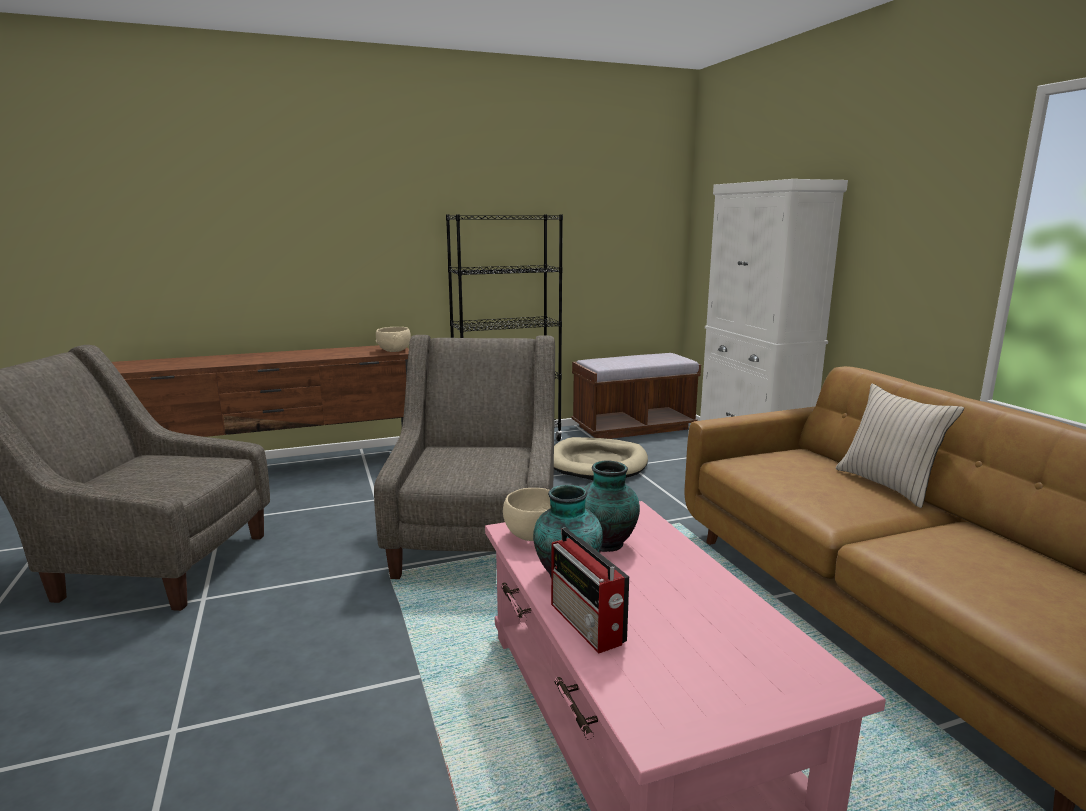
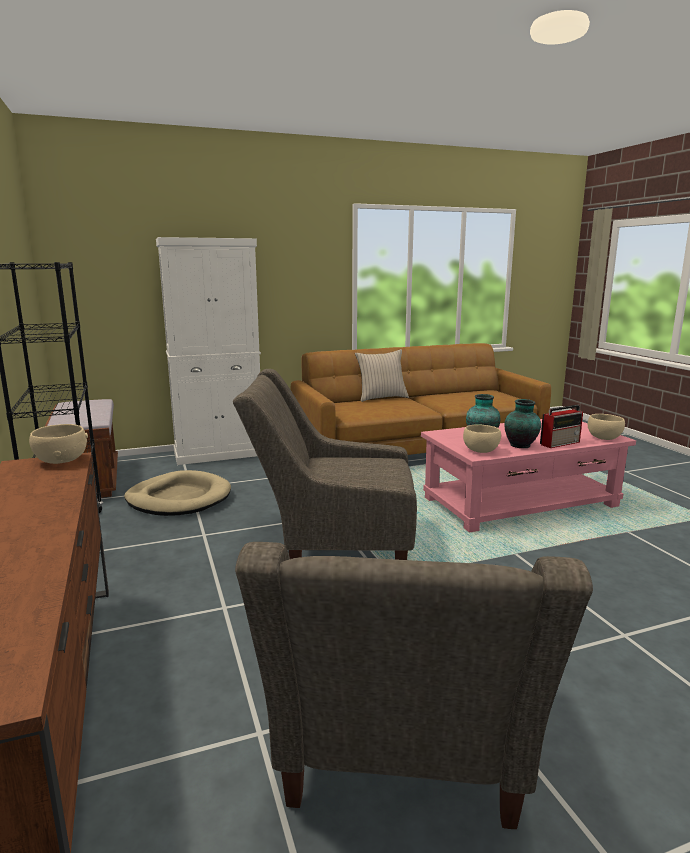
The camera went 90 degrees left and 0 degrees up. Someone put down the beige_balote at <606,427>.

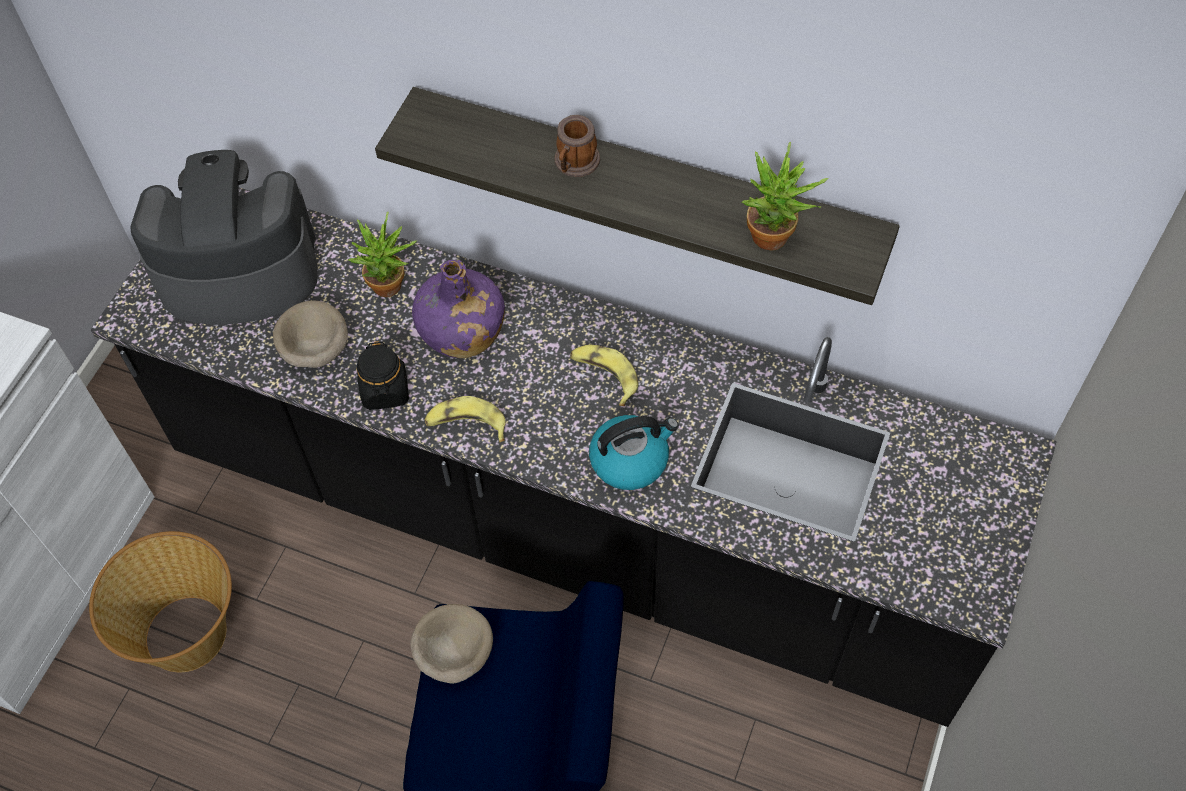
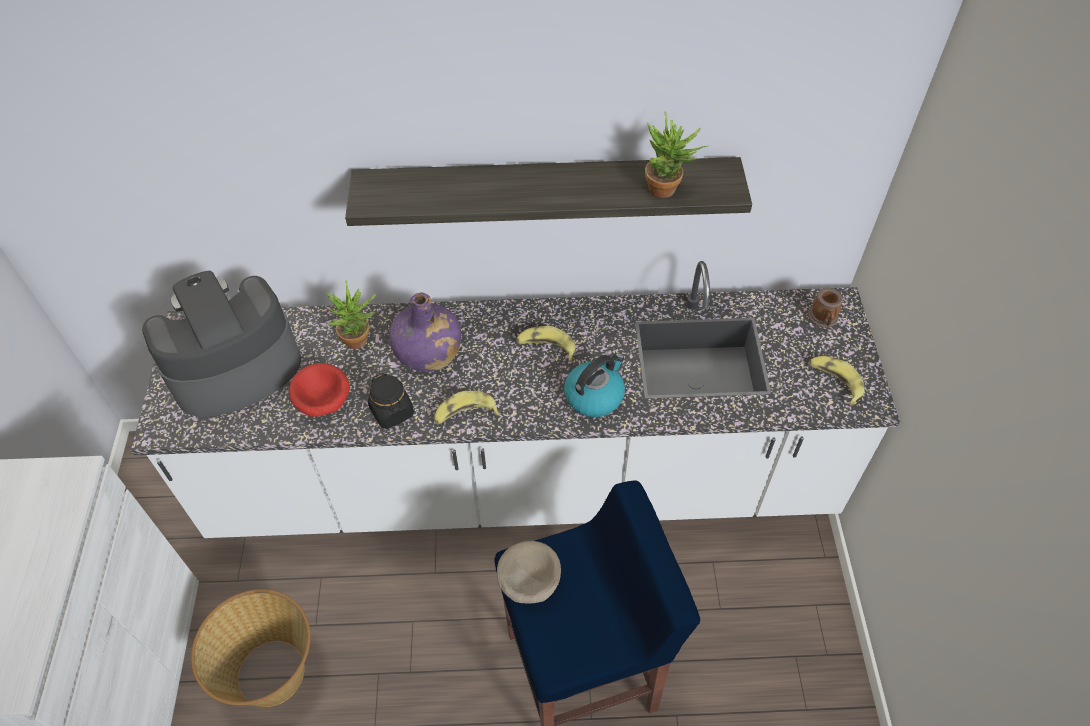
The camera went 25 degrees left and 5 degrees down. Someone repainted the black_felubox at <574,457>, which became the white_felubox at <515,399>. Someone repainted the beige_balote at <310,334>, which became the red_balote at <319,390>. Someone carried the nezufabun from <577,146> to <825,308>. Someone put down the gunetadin at <836,380>.

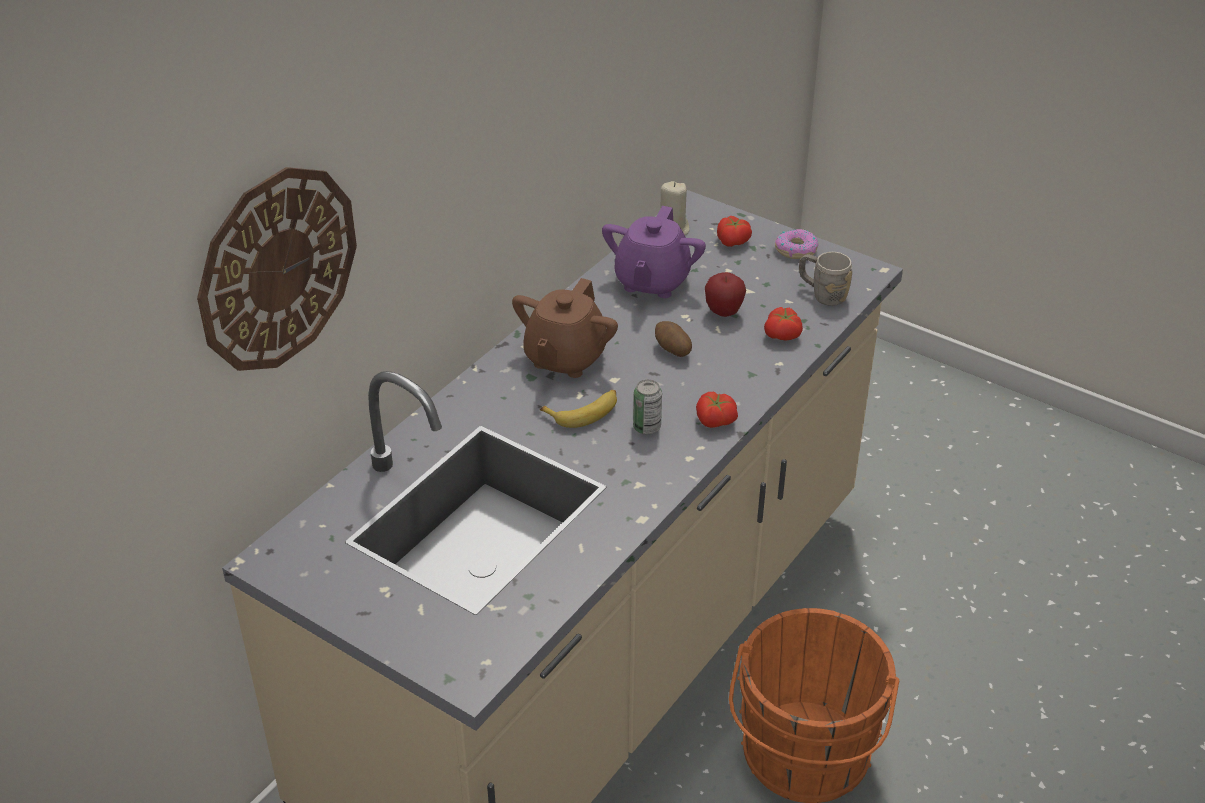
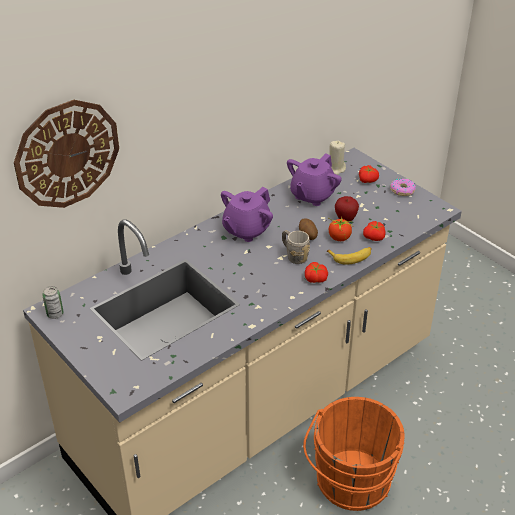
The camera went 15 degrees right and 0 degrees up. Someone repainted the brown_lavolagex at <565,328>, which became the purple_lavolagex at <247,214>. Someone carried the gunetadin from <578,409> to <349,256>. Someone carried the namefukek from <647,407> to <53,302>. Someone carried the grey_nezufabun from <826,279> to <296,247>. Someone put down the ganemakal at <340,229>.

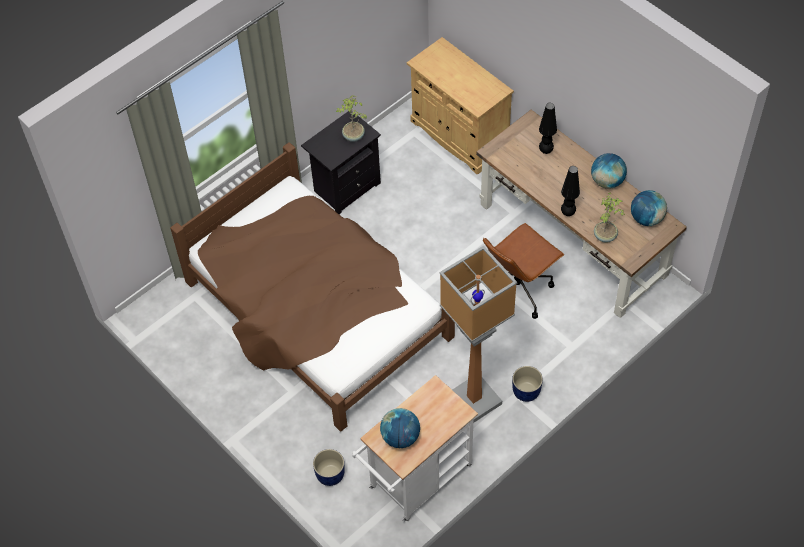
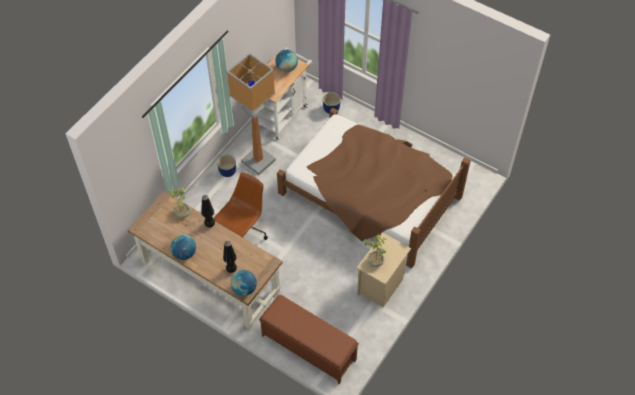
The camera went 165 degrees right and 0 degrees up. Someone repainted the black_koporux at <341,162>, which became the beige_koporux at <384,270>. Someone swapped the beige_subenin at <460,106> for the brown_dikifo at <309,339>. Someone carried the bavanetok from <649,208> to <244,283>.

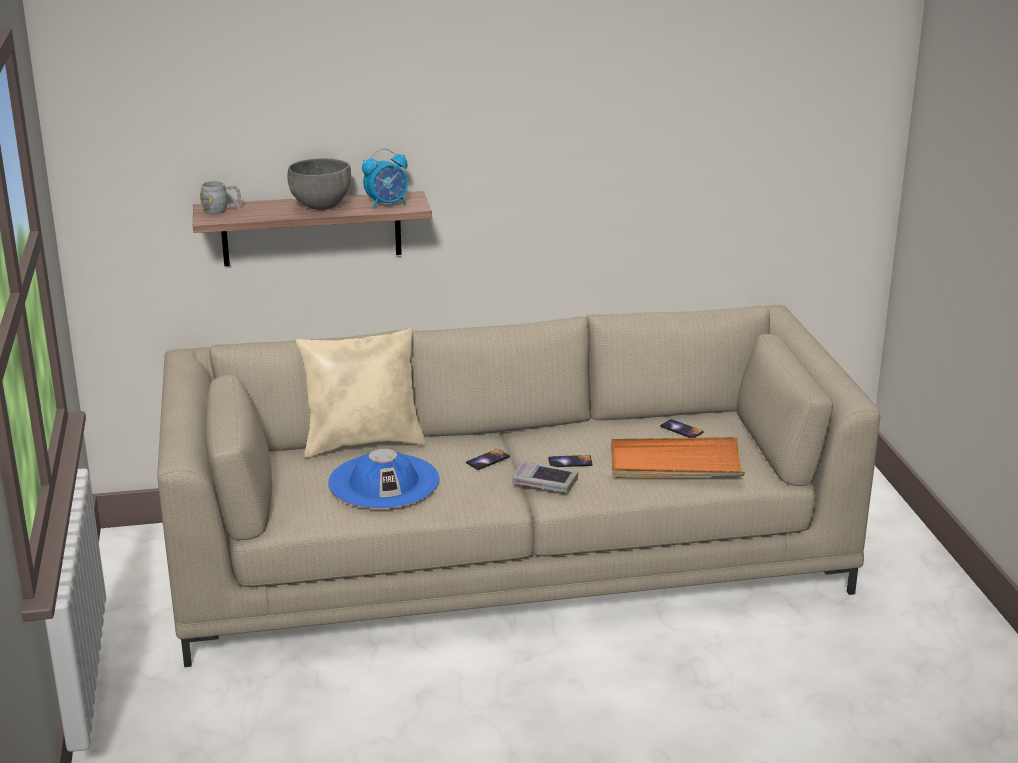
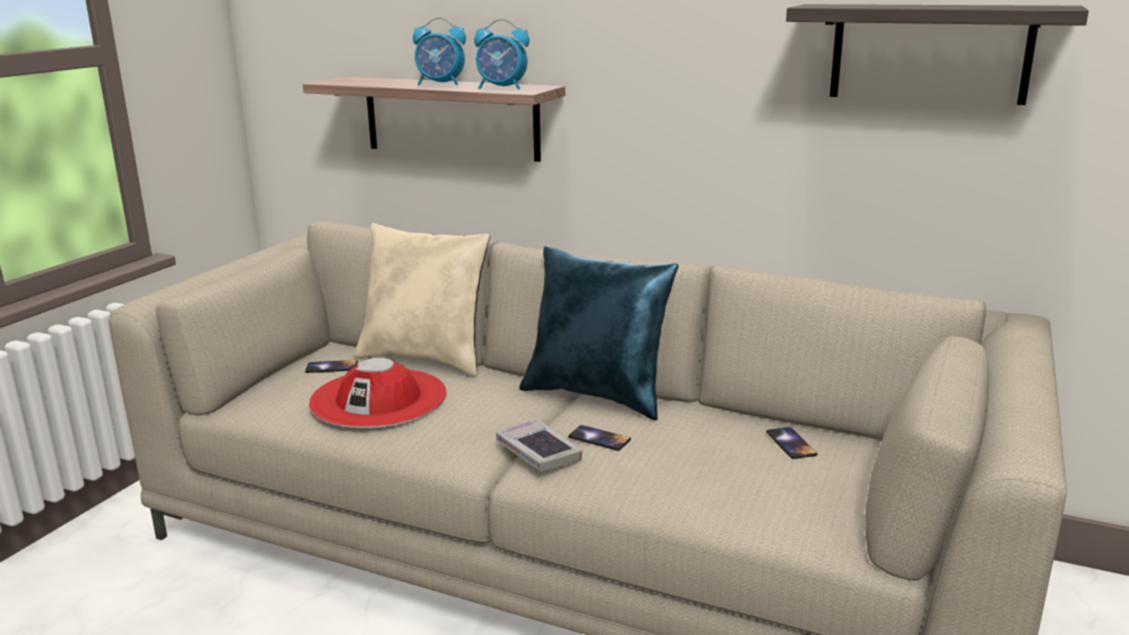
The camera went 35 degrees right and 5 degrees down. Someone took away the grey_nezufabun at <220,197>. Someone swapped the grey_balote at <319,184> for the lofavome at <439,51>. Someone repainted the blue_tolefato at <384,479>, which became the red_tolefato at <378,393>. Someone carried the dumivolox from <488,459> to <331,366>. Someone took away the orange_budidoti at <678,457>. Someone put down the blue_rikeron at <598,333>. Someone put up the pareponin at <937,54>.

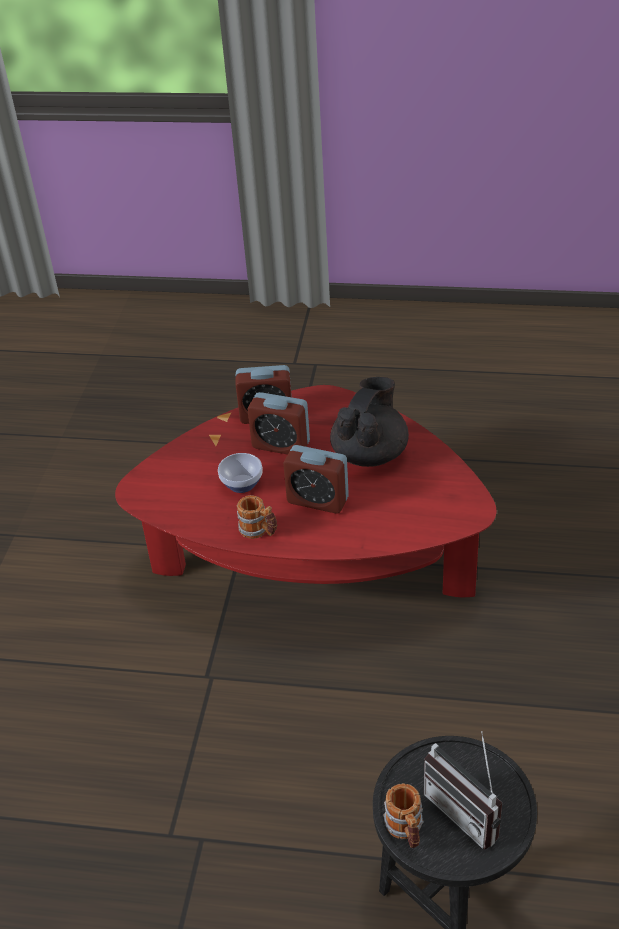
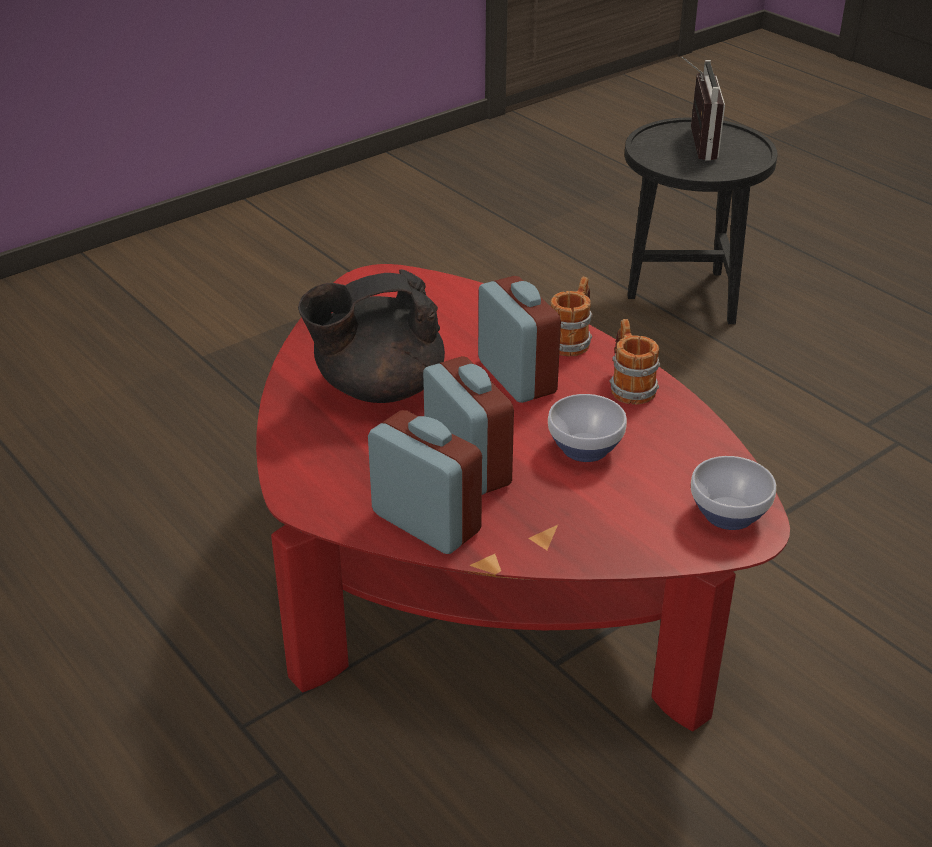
The camera went 140 degrees left and 5 degrees down. Someone carried the nezufabun from <403,815> to <571,316>. Someone put down the balote at <733,493>.

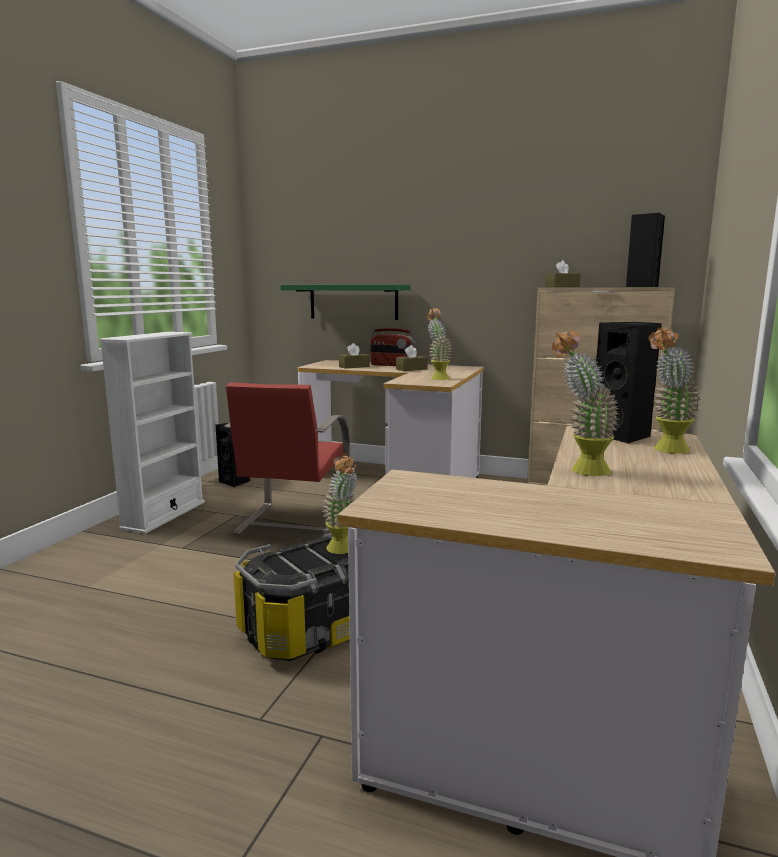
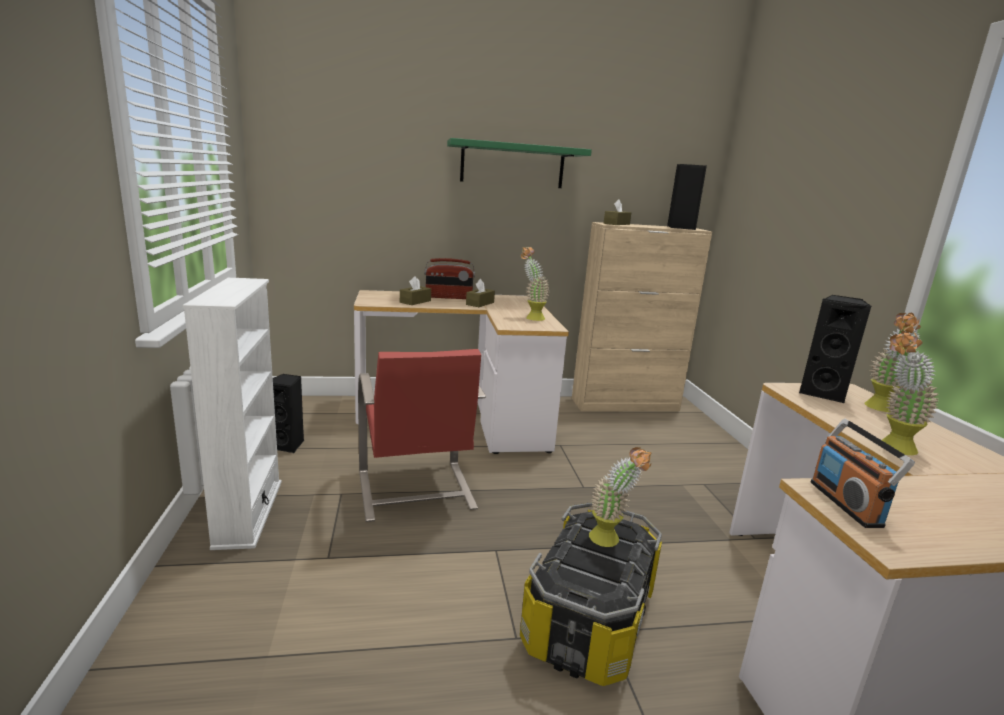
The camera went 30 degrees left and 5 degrees up. Someone carried the green_pareponin from <345,302> to <519,163>. Someone put down the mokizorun at <863,473>.

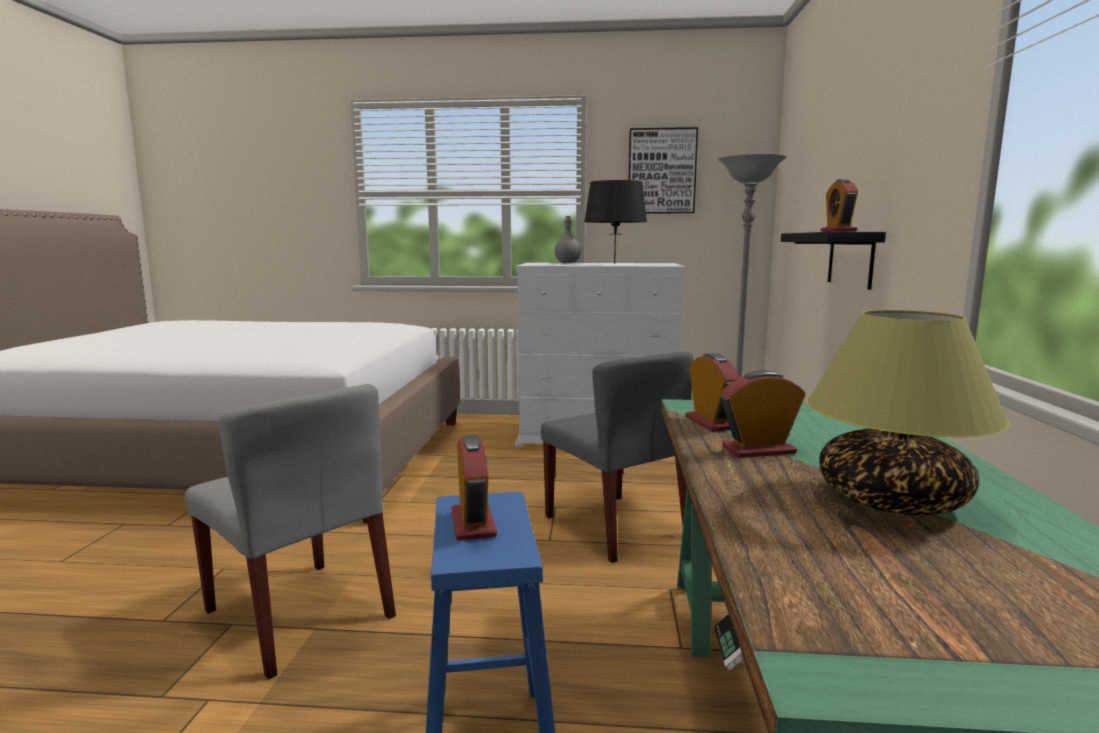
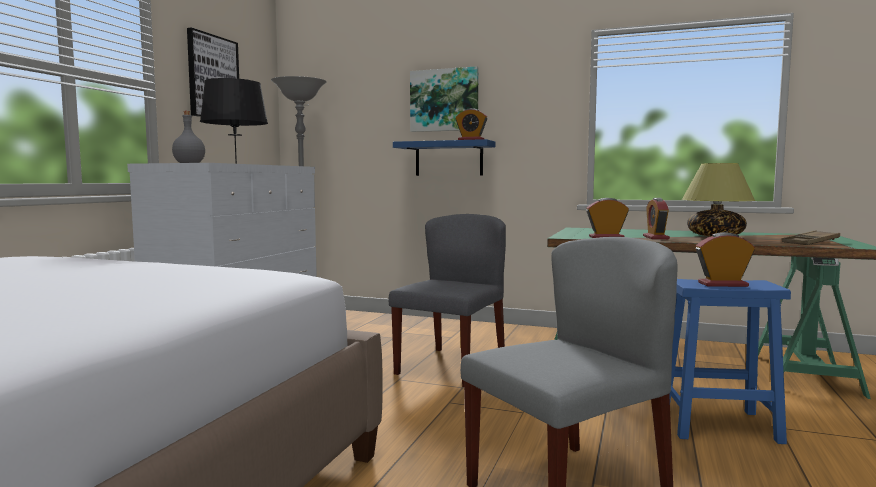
The camera went 75 degrees left and 5 degrees down. Someone rotated the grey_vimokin at <617,457> by 45 degrees counterclockwise. Someone repainted the black_pareponin at <833,261>, which became the blue_pareponin at <444,157>. Someone put up the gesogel at <444,99>. Someone put down the brown_budidoti at <811,237>.

